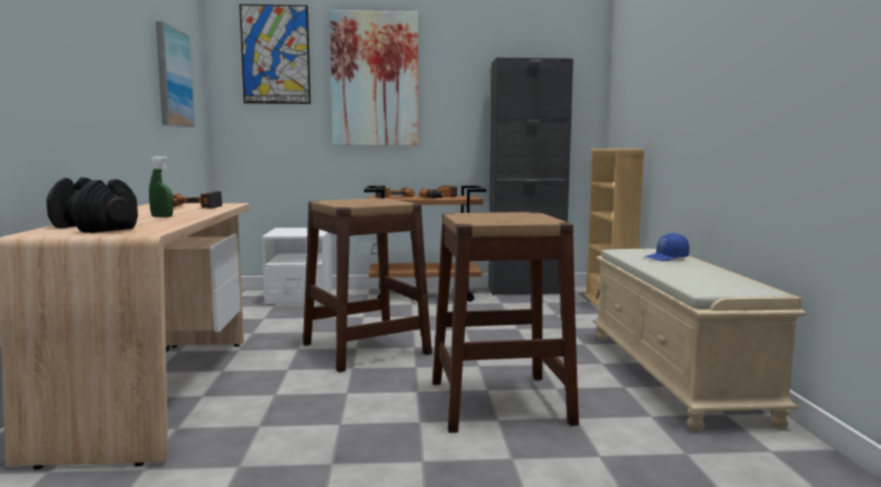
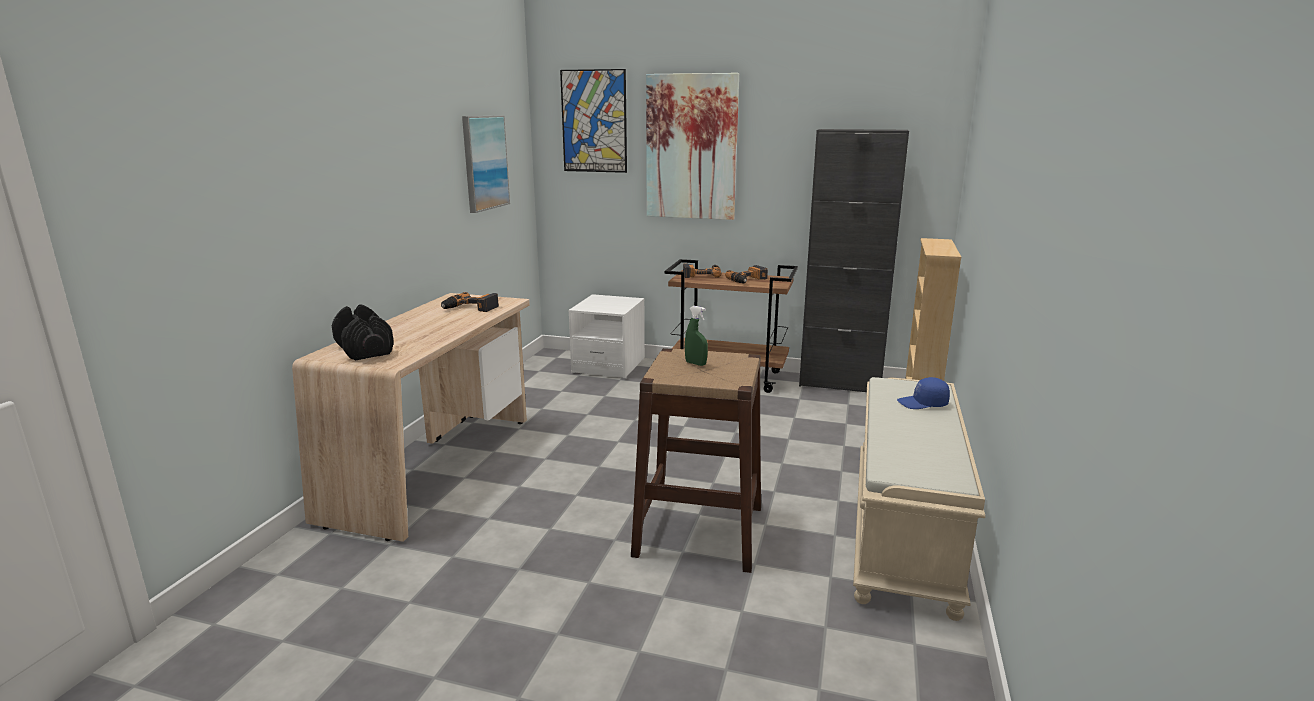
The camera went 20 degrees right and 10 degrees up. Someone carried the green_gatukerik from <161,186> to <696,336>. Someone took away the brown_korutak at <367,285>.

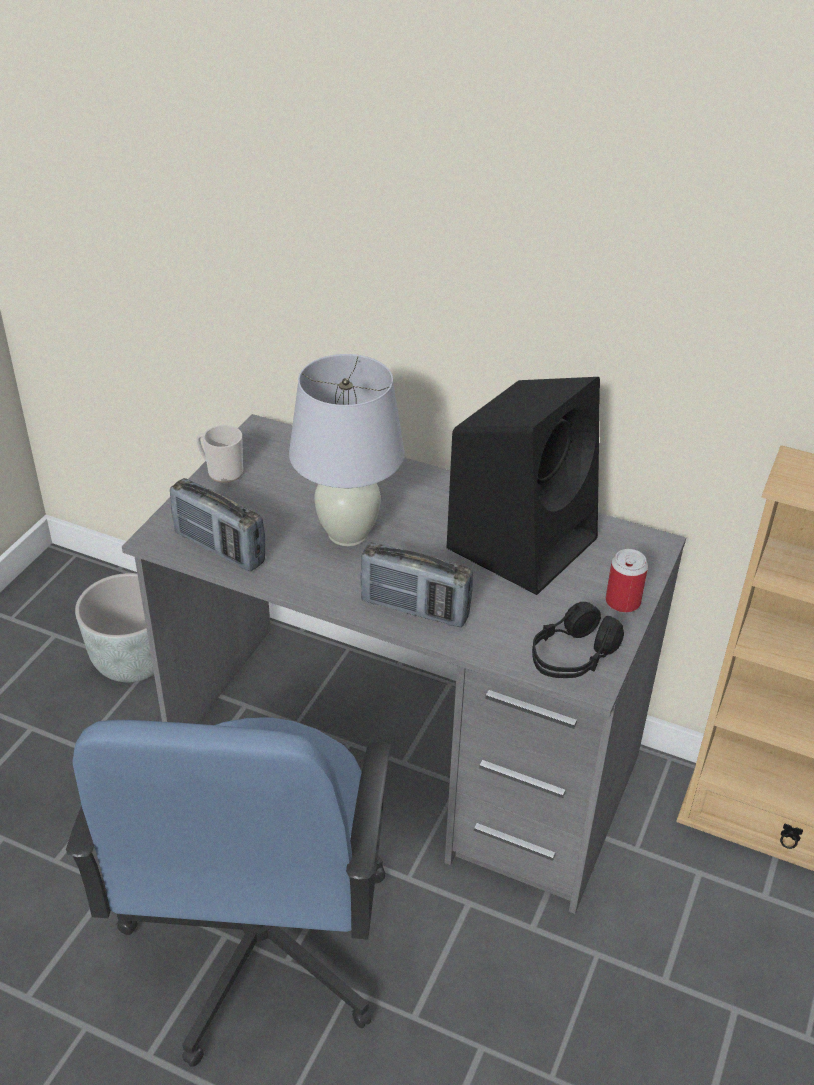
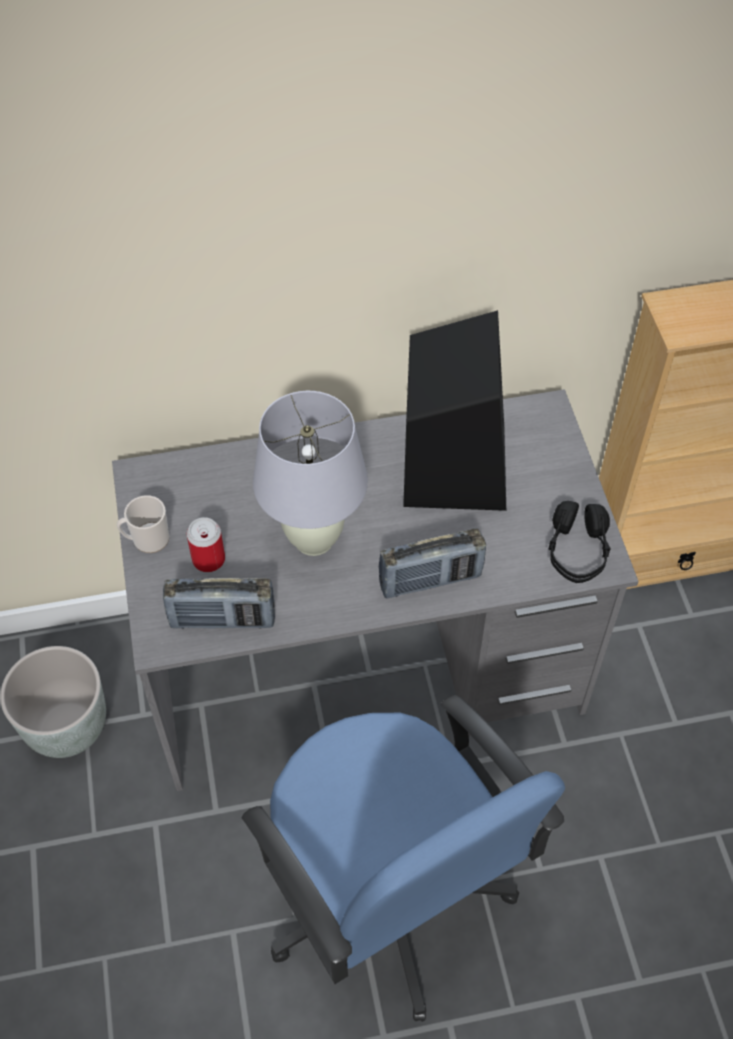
The camera went 35 degrees left and 15 degrees up. Someone carried the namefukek from <627,581> to <206,544>.

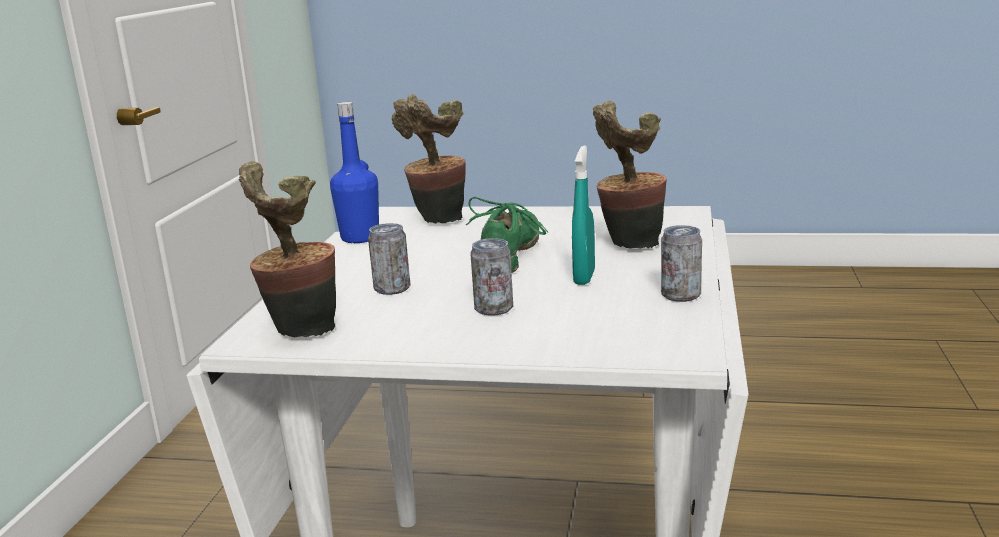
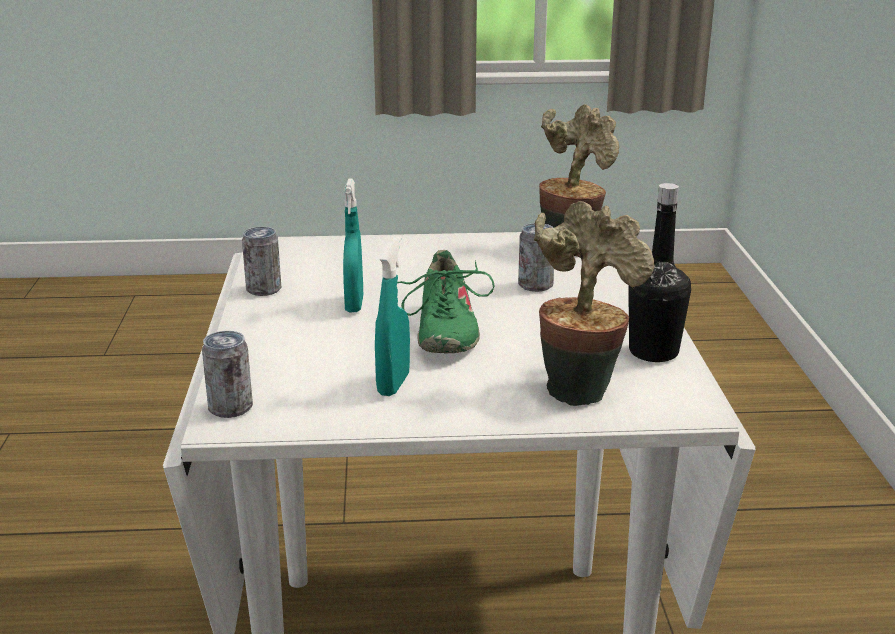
The camera went 165 degrees right and 5 degrees up. Someone repainted the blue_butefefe at <354,172>, which became the black_butefefe at <659,272>. Someone carried the namefukek from <492,277> to <227,374>. Someone took away the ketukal at <630,175>. Someone put down the turquoise_gatukerik at <392,316>.

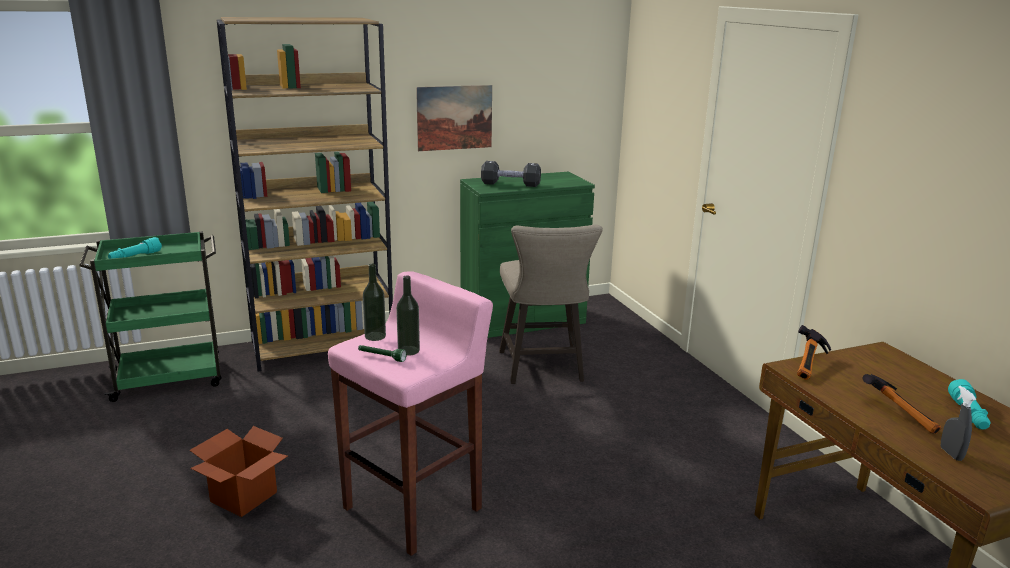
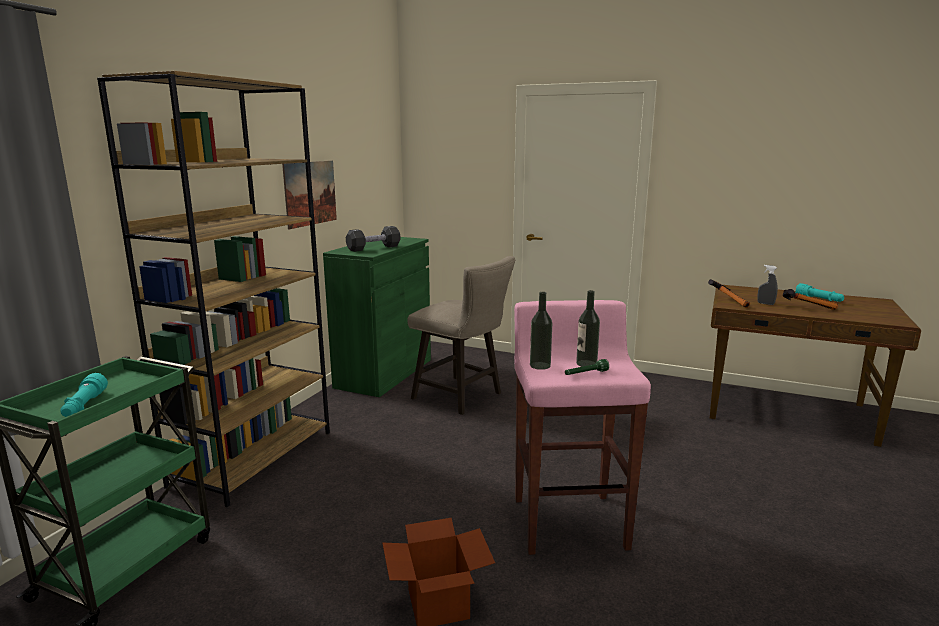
The camera went 45 degrees left and 5 degrees down. Someone carried the grey_gatukerik from <958,423> to <767,285>.

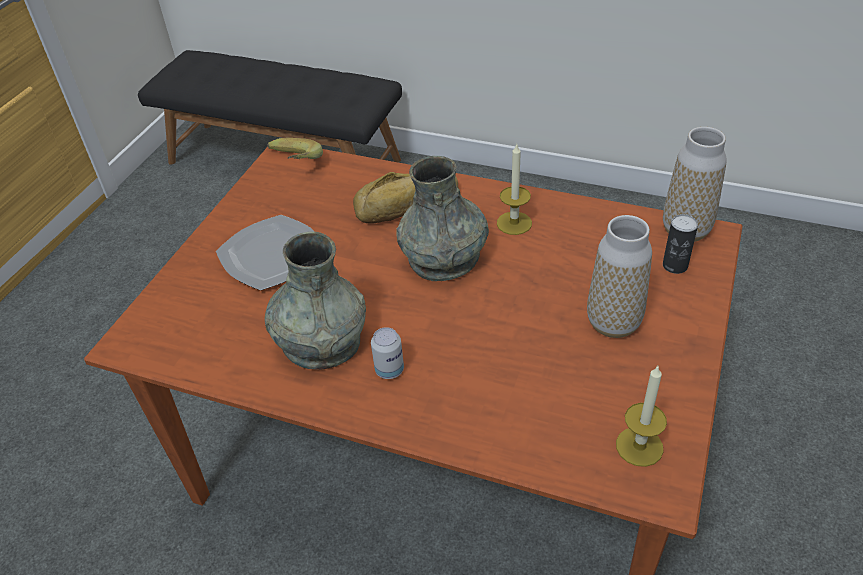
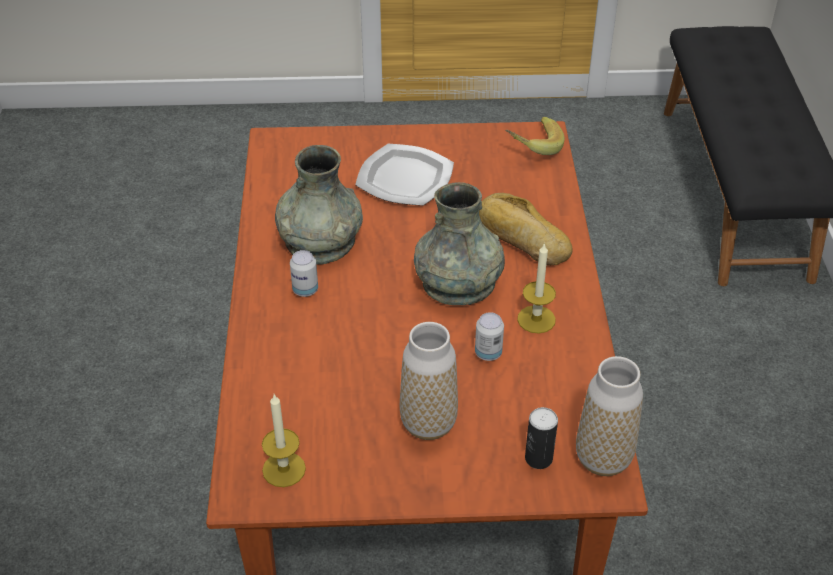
The camera went 65 degrees right and 0 degrees up. Someone put down the namefukek at <489,336>.

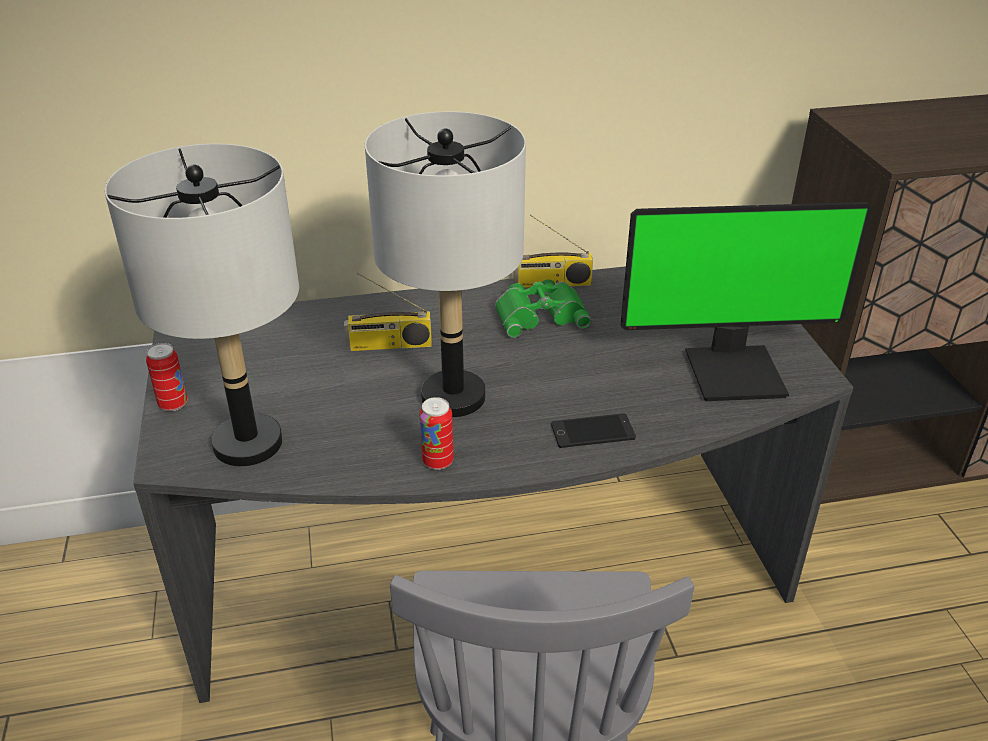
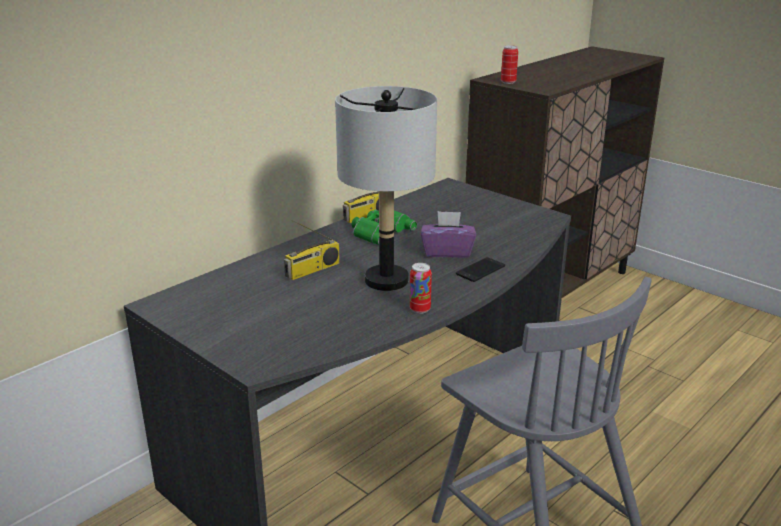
The camera went 35 degrees left and 10 degrees down. Someone took away the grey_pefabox at <202,305>. Someone carried the namefukek from <166,377> to <509,64>. Someone took away the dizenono at <746,301>. Someone put down the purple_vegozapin at <448,234>.

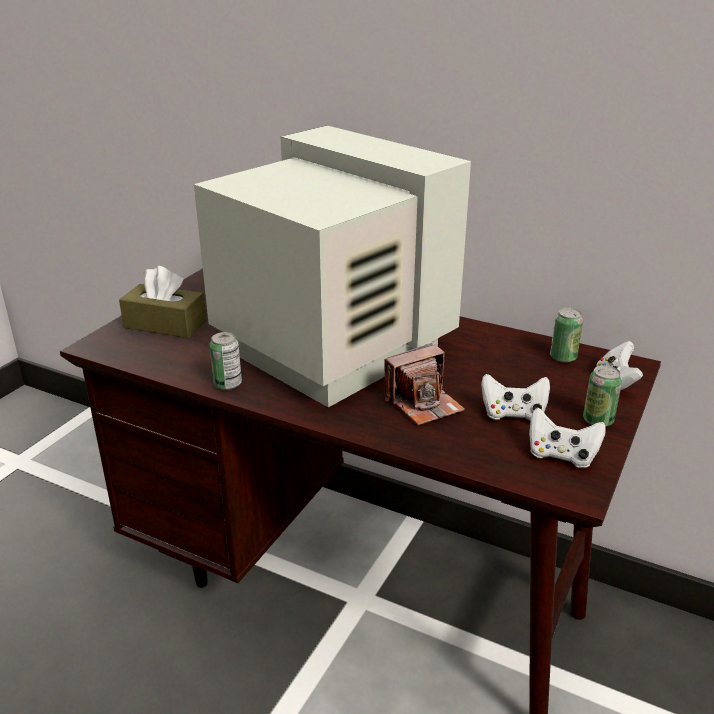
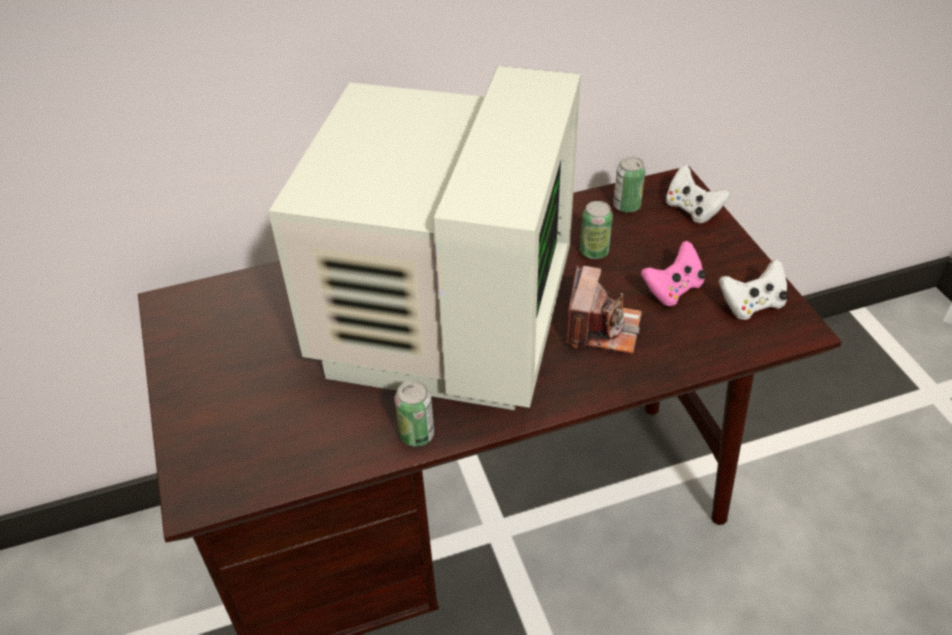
The camera went 45 degrees left and 15 degrees up. Someone took away the brown_vegozapin at <163,302>. Someone rotated the dizenono at <332,266> by 105 degrees clockwise. Someone repainted the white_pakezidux at <515,397>, which became the pink_pakezidux at <673,273>. Someone carried the namefukek from <602,395> to <596,230>.

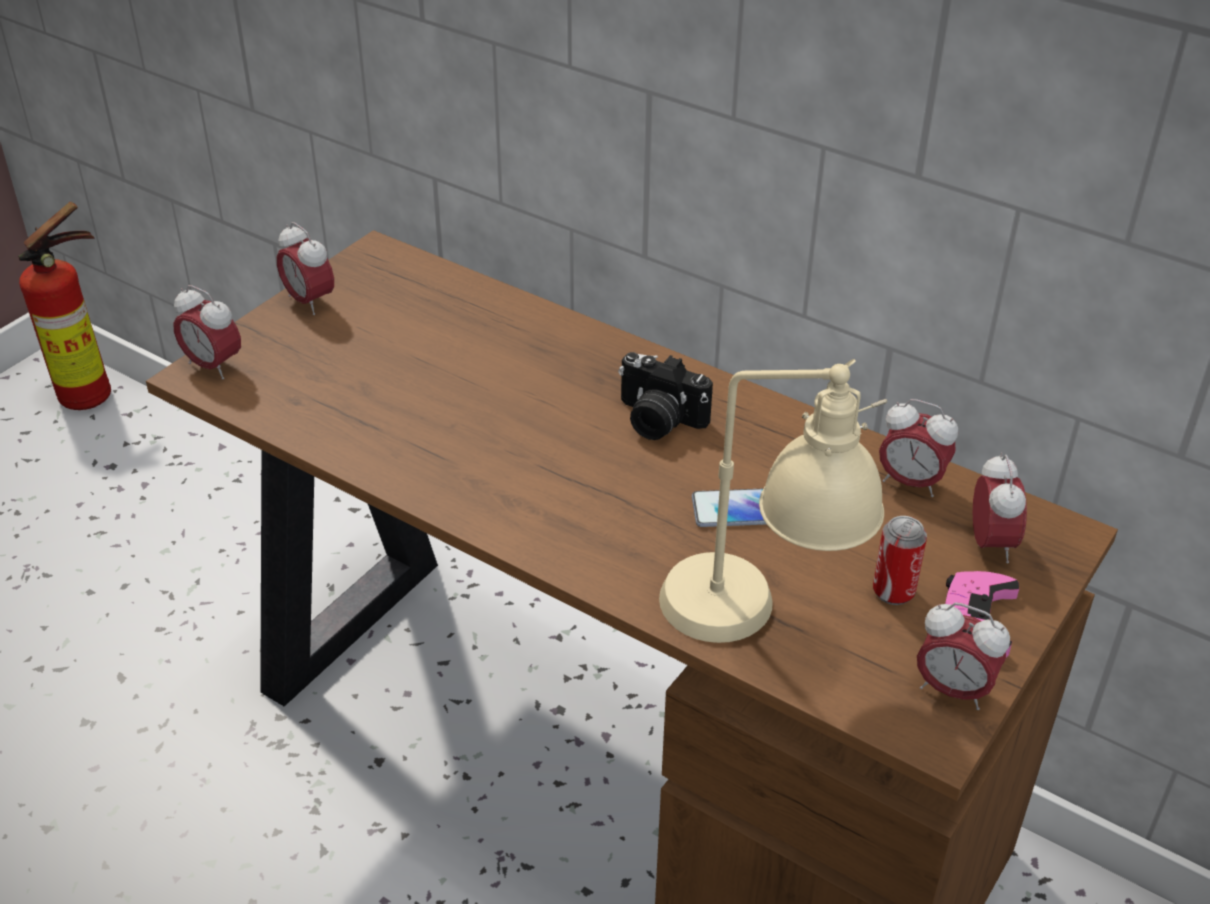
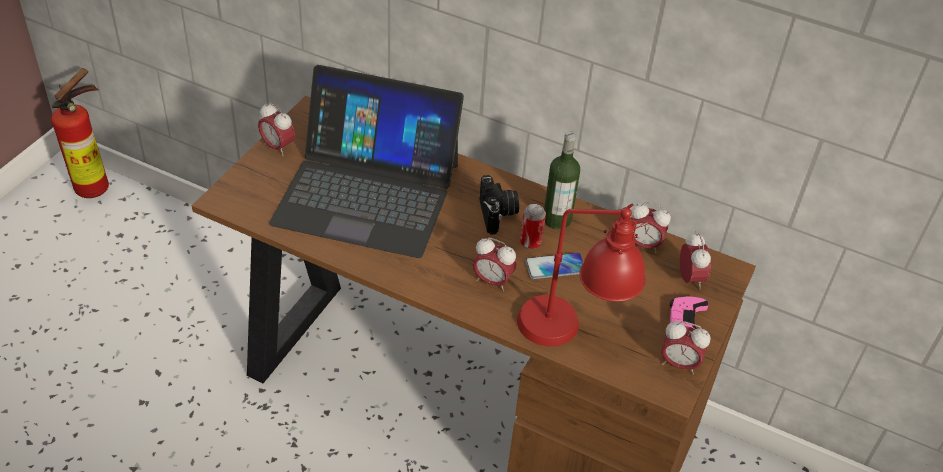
The camera went 10 degrees left and 5 degrees up. Someone carried the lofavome from <207,332> to <495,265>. Someone rotated the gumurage at <665,396> by 120 degrees counterclockwise. Someone repainted the beige_pefabox at <773,501>, which became the red_pefabox at <583,275>. Someone carried the namefukek from <900,560> to <533,227>. Someone put down the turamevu at <366,161>. Someone put down the butefefe at <562,180>.

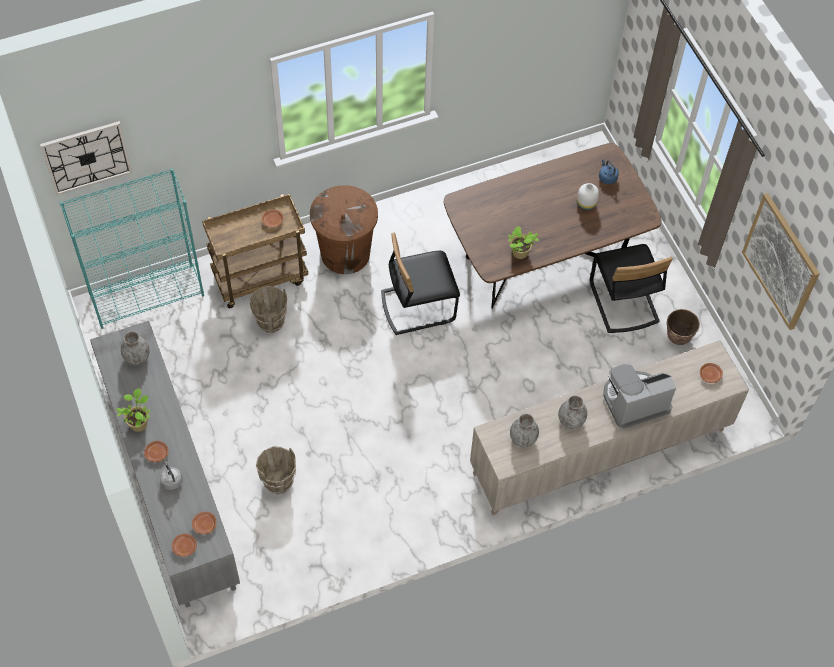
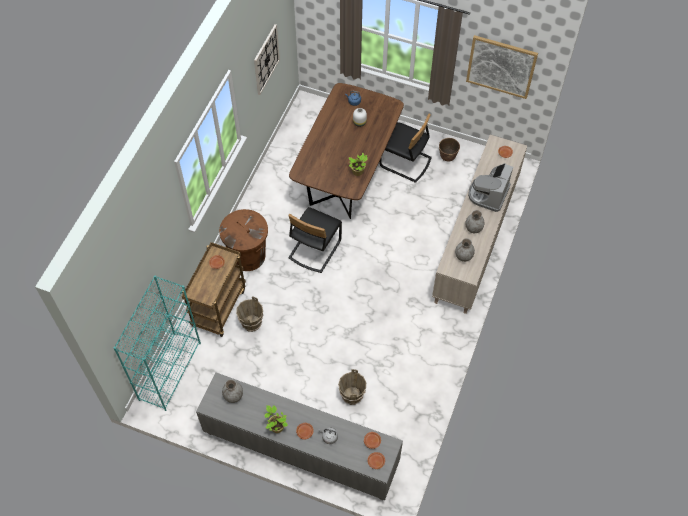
The camera went 45 degrees left and 0 degrees up. Someone carried the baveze from <86,158> to <267,59>.

